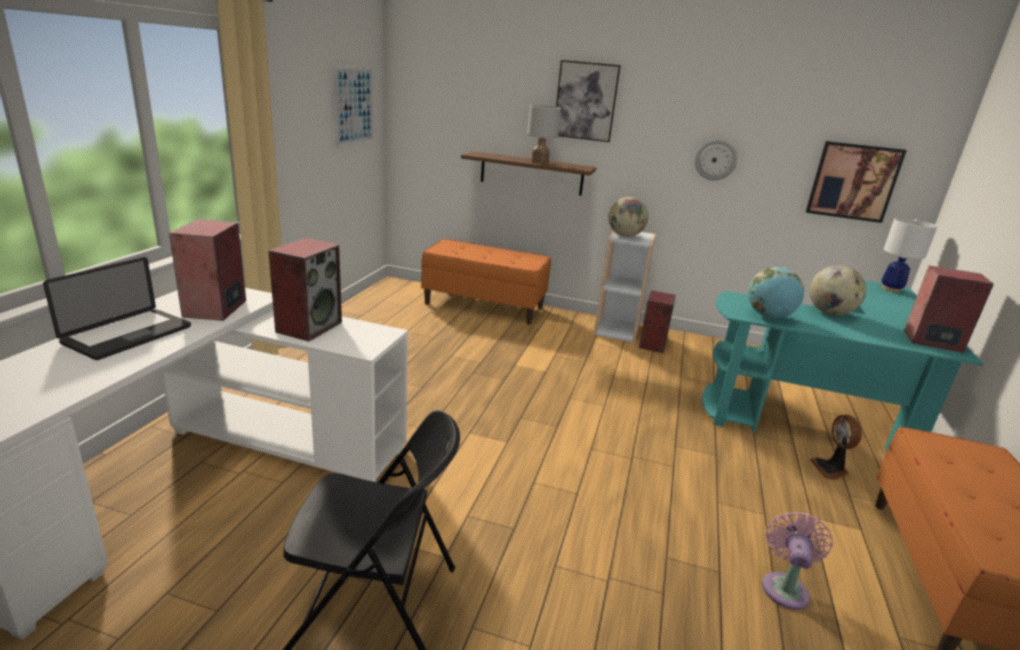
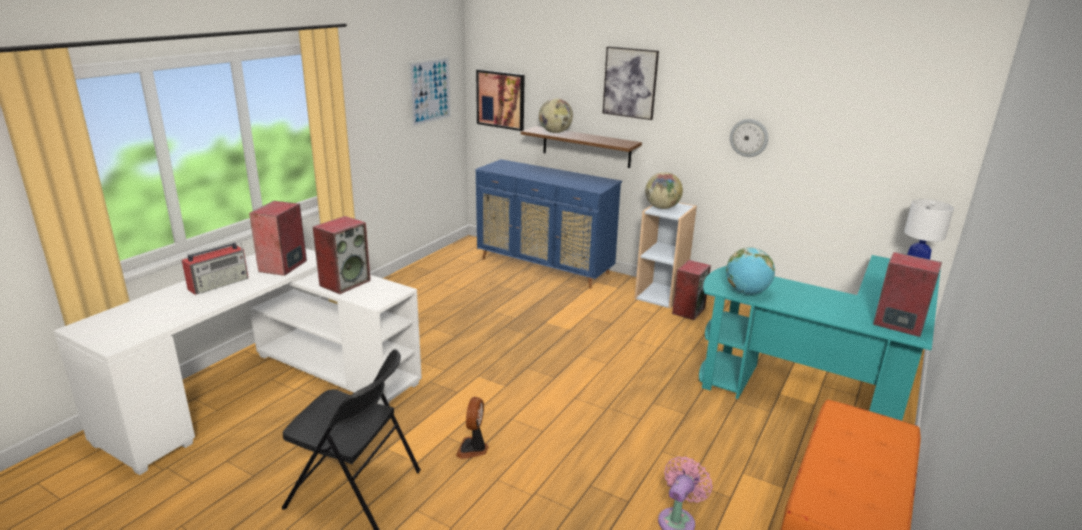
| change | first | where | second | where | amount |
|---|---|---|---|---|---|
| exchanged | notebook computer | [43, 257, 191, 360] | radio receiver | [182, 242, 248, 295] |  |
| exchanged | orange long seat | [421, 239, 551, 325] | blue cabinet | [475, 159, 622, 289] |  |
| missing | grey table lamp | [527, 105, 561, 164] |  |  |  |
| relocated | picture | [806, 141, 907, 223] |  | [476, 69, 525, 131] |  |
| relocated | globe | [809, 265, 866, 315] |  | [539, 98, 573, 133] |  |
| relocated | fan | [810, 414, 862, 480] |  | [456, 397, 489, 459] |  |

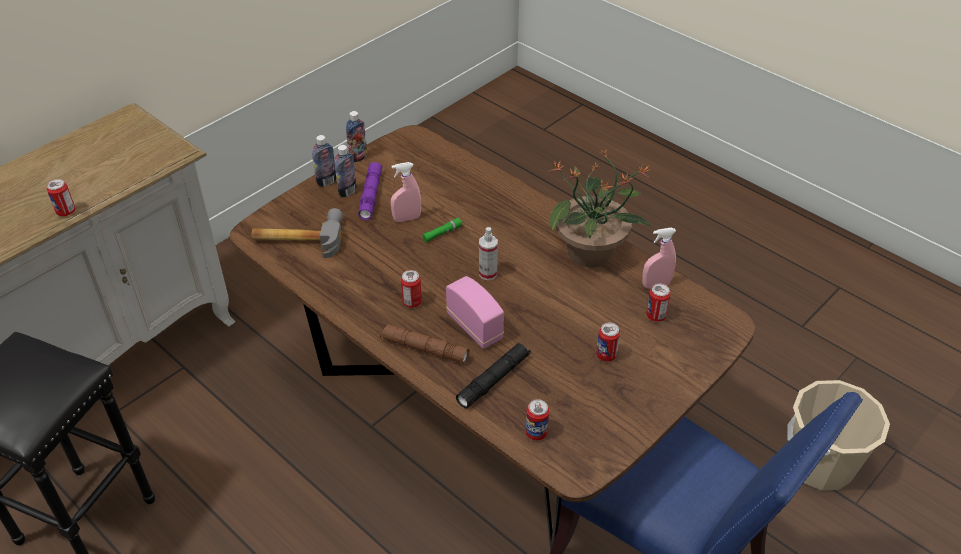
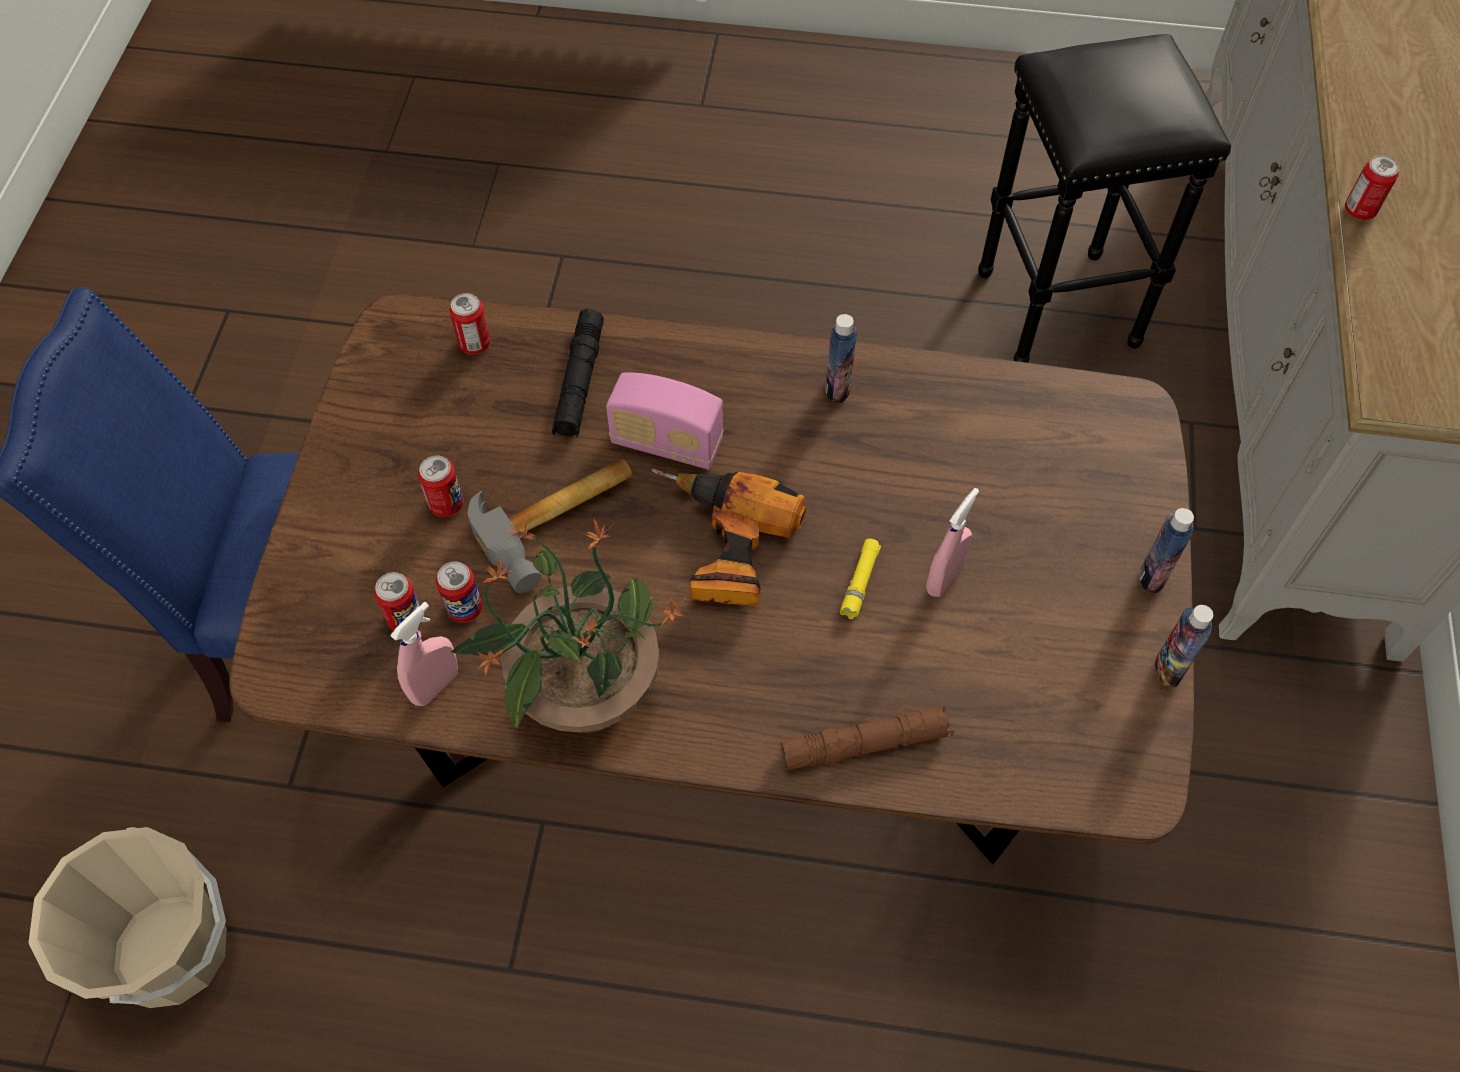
| change | first | where | second | where | amount |
|---|---|---|---|---|---|
| relocated | tool hammer | [251, 208, 343, 258] |  | [468, 458, 633, 593] |  |
| relocated | bottle | [335, 145, 357, 197] |  | [825, 314, 857, 403] |  |
| missing | purple-coloured torch | [358, 162, 382, 220] |  |  |  |
| relocated | brown-coloured torch | [380, 323, 469, 364] |  | [780, 706, 954, 770] |  |
| relocated | can | [401, 270, 422, 308] |  | [436, 561, 482, 623] |  |
| colour | greenish torch | [422, 218, 463, 242] | yellow torch | [840, 539, 881, 619] |  |
| exchanged | spray bottle | [479, 227, 498, 280] | power drill | [651, 469, 806, 606] |  |

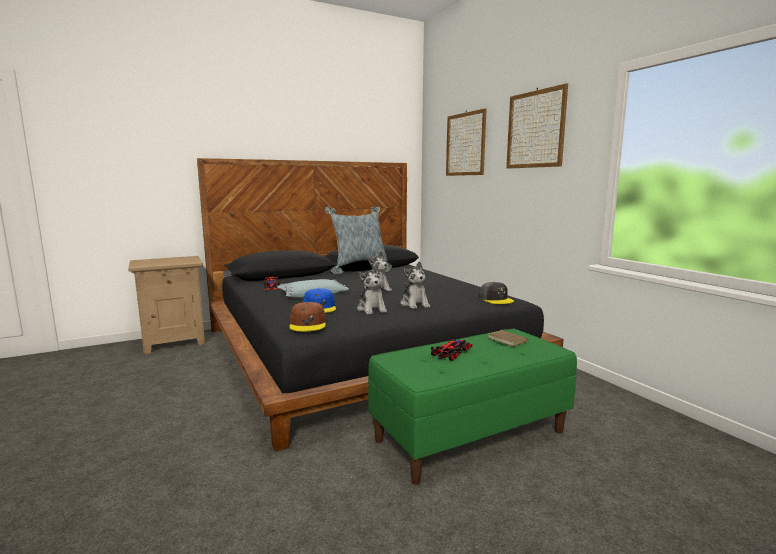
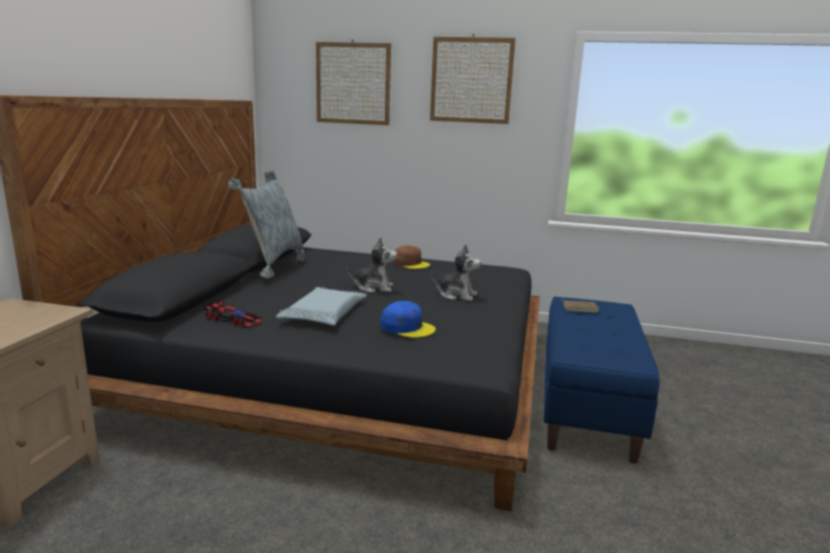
| change | first | where | second | where | amount |
|---|---|---|---|---|---|
| relocated | brown-coloured baseball cap | [289, 302, 325, 331] |  | [392, 245, 430, 269] |  |
| missing | cuddly toy | [357, 265, 387, 315] |  |  |  |
| colour | greenish long seat | [368, 329, 577, 485] | blue long seat | [544, 296, 660, 464] |  |
| missing | toy car | [431, 339, 473, 361] |  |  |  |
| missing | grey baseball cap | [479, 282, 514, 304] |  |  |  |

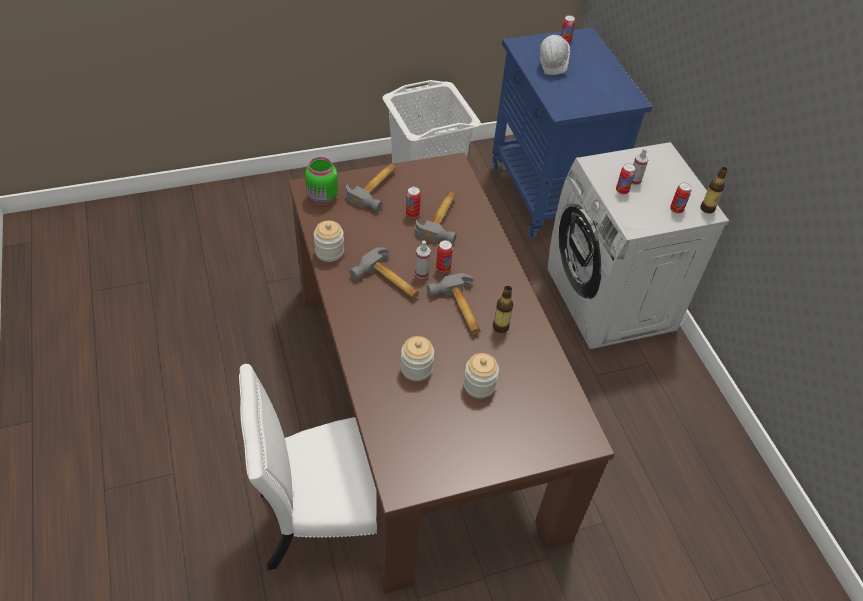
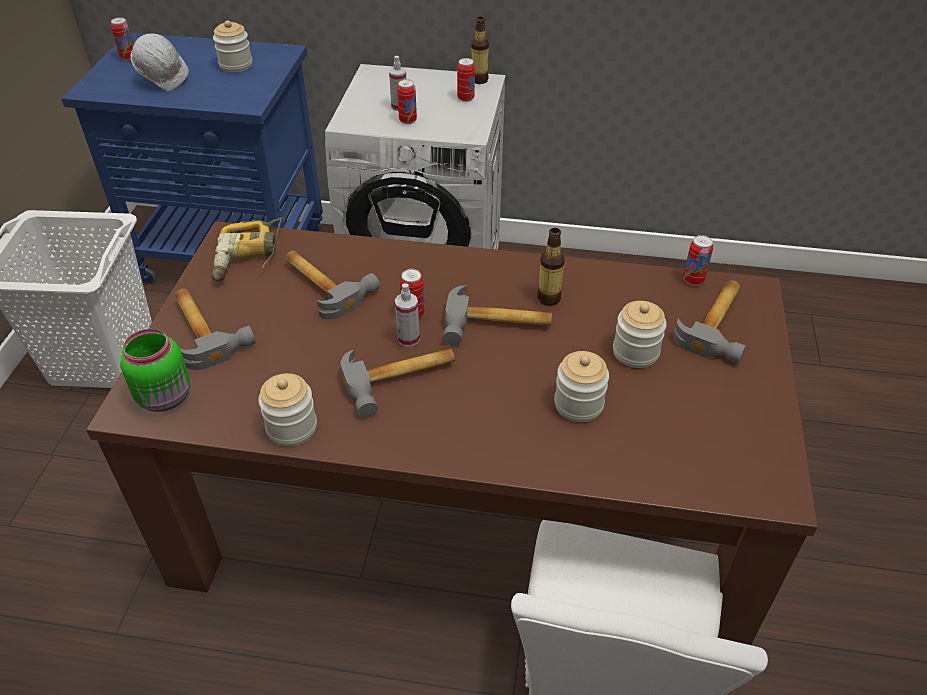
| change | first | where | second | where | amount |
|---|---|---|---|---|---|
| relocated | can | [406, 187, 421, 218] |  | [683, 235, 713, 286] |  |
| appeared |  |  | power drill | [212, 217, 285, 281] |  |
| appeared |  |  | preserve jar | [213, 20, 252, 73] |  |
| appeared |  |  | tool hammer | [673, 280, 746, 364] |  |

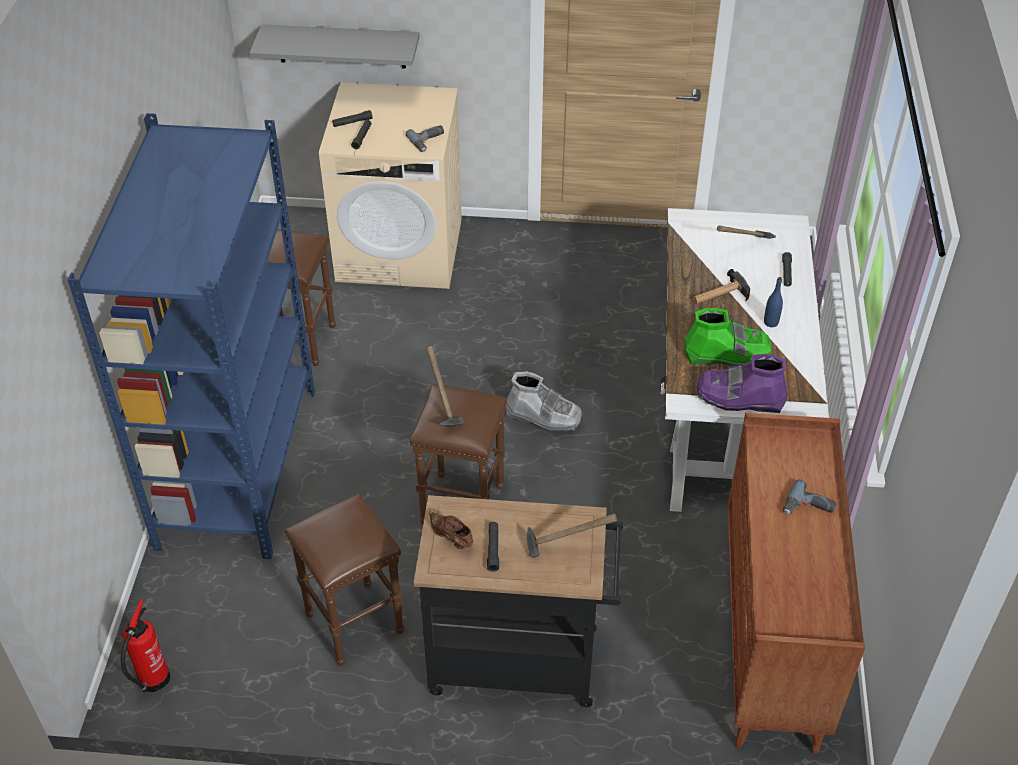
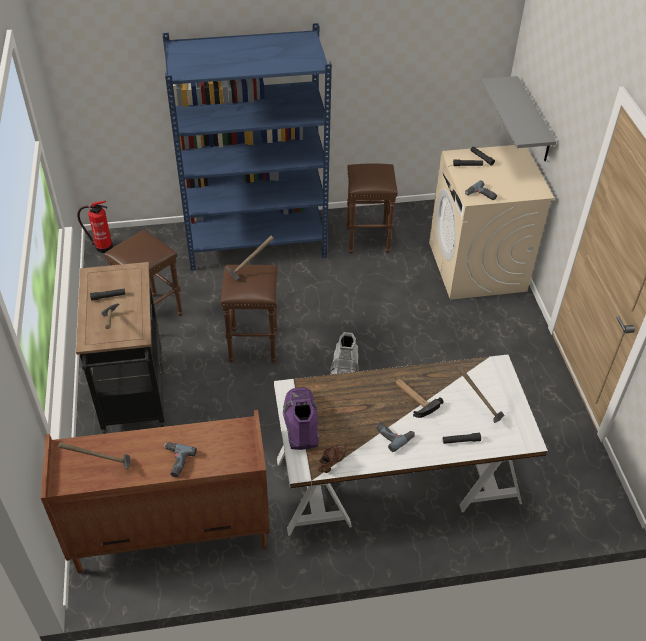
| change | first | where | second | where | amount |
|---|---|---|---|---|---|
| relocated | brown-coloured low shoe | [429, 511, 473, 549] |  | [317, 442, 347, 473] |  |
| missing | greenish tall boot | [685, 308, 771, 366] |  |  |  |
| exchanged | blue bottle | [764, 277, 783, 327] | power drill | [376, 422, 415, 452] |  |
| appeared |  |  | tool hammer | [58, 442, 131, 469] |  |

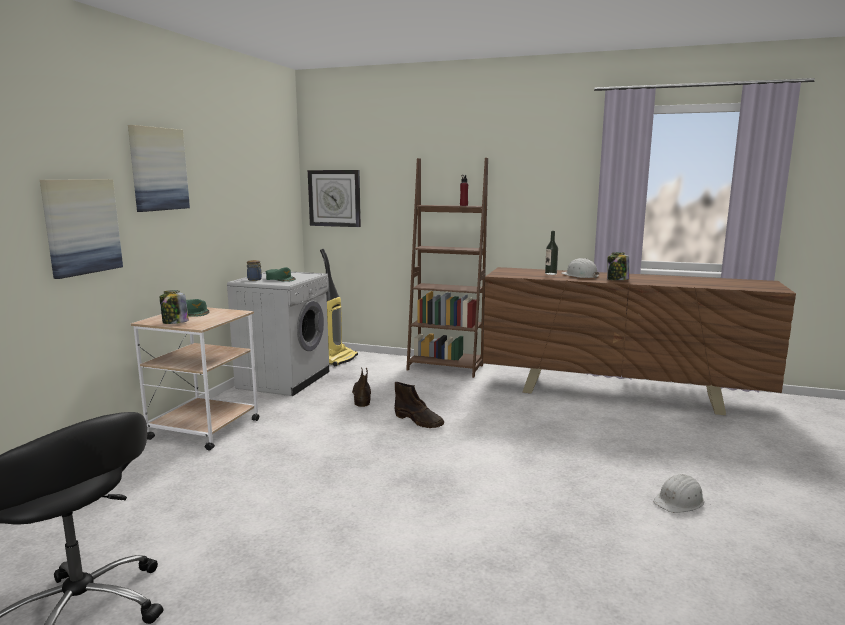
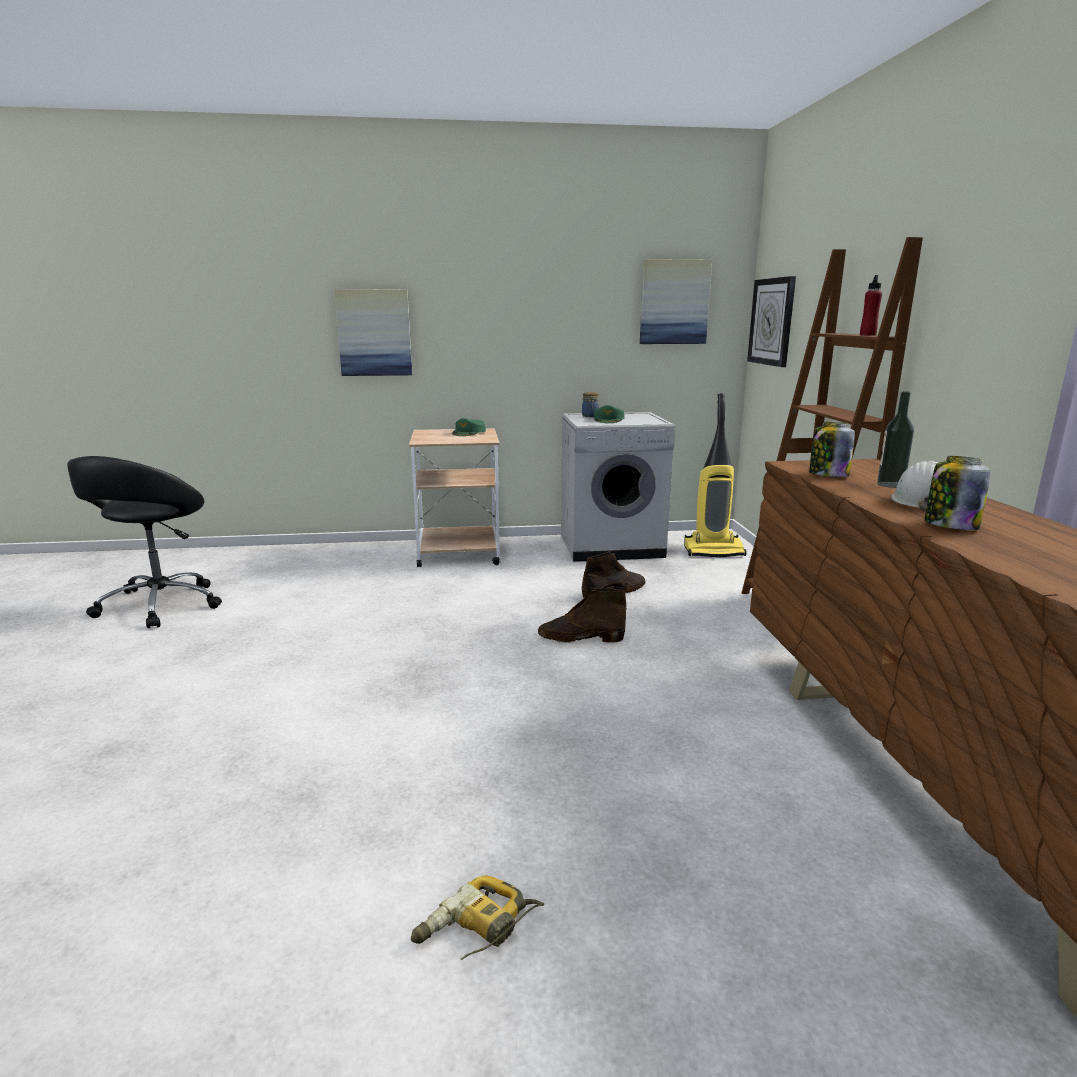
| change | first | where | second | where | amount |
|---|---|---|---|---|---|
| relocated | picture | [128, 125, 190, 212] |  | [640, 259, 712, 344] |  |
| relocated | preserve jar | [160, 290, 189, 324] |  | [809, 422, 855, 477] |  |
| spun | brown-coloured tall boot | [395, 382, 444, 428] |  | [538, 588, 626, 643] | 75 degrees clockwise |
| exchanged | white safety helmet | [653, 474, 704, 513] | power drill | [411, 876, 544, 960] |  |

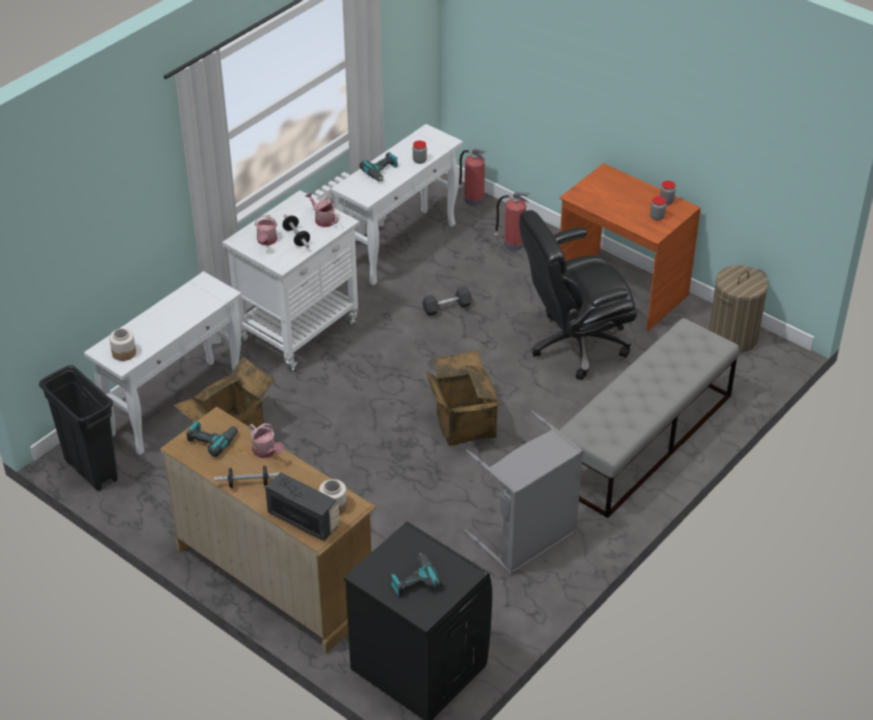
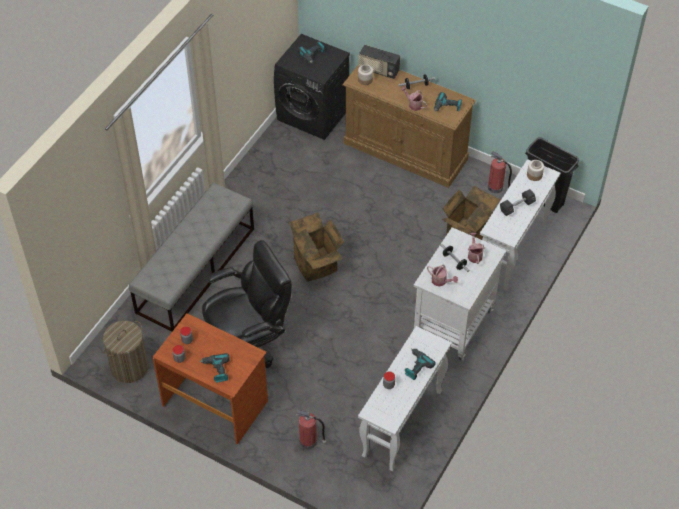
| change | first | where | second | where | amount |
|---|---|---|---|---|---|
| relocated | grey free weight | [423, 286, 472, 316] |  | [500, 189, 536, 216] |  |
| relocated | fire extinguisher | [458, 149, 486, 206] |  | [488, 151, 512, 193] |  |
| missing | grey washing basket | [465, 411, 583, 575] |  |  |  |
| appeared |  |  | power drill | [199, 353, 230, 383] |  |

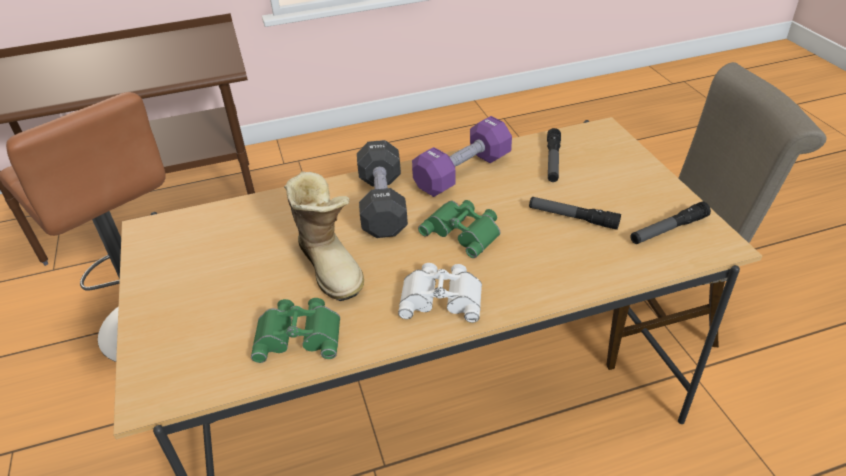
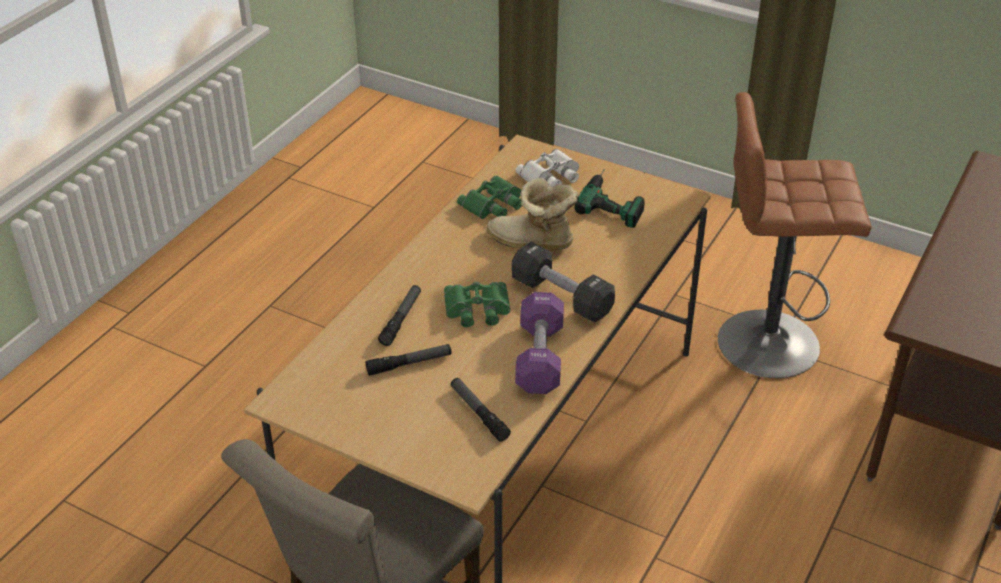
| change | first | where | second | where | amount |
|---|---|---|---|---|---|
| relocated | white binoculars | [398, 263, 482, 323] |  | [515, 149, 579, 187] |  |
| relocated | torch | [630, 201, 711, 244] |  | [378, 285, 421, 346] |  |
| appeared |  |  | power drill | [574, 169, 645, 228] |  |

